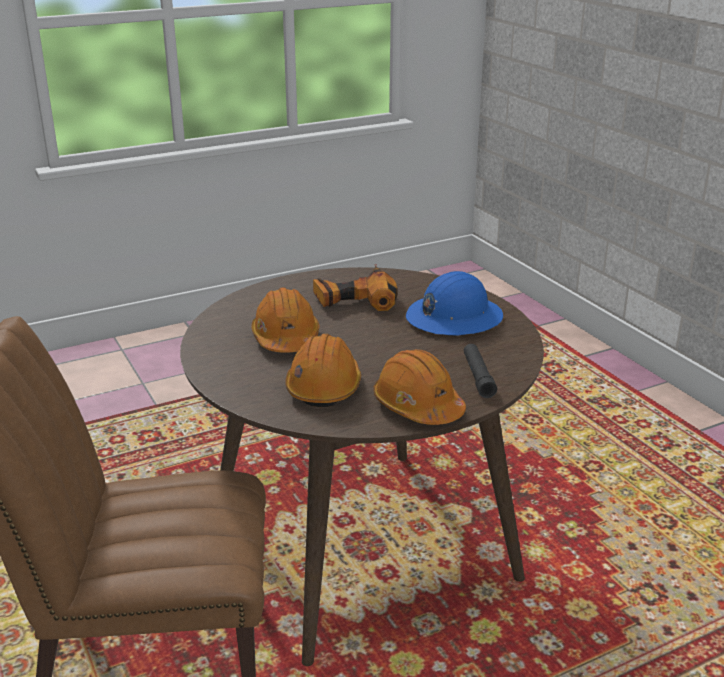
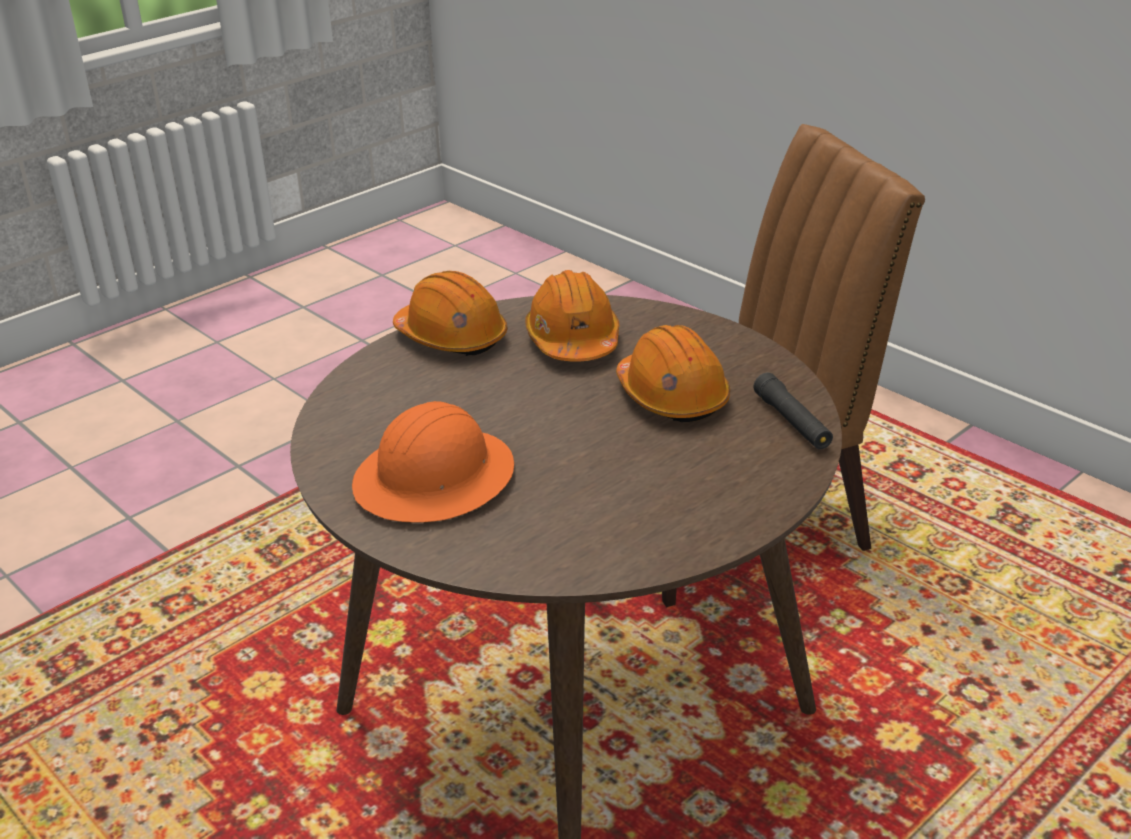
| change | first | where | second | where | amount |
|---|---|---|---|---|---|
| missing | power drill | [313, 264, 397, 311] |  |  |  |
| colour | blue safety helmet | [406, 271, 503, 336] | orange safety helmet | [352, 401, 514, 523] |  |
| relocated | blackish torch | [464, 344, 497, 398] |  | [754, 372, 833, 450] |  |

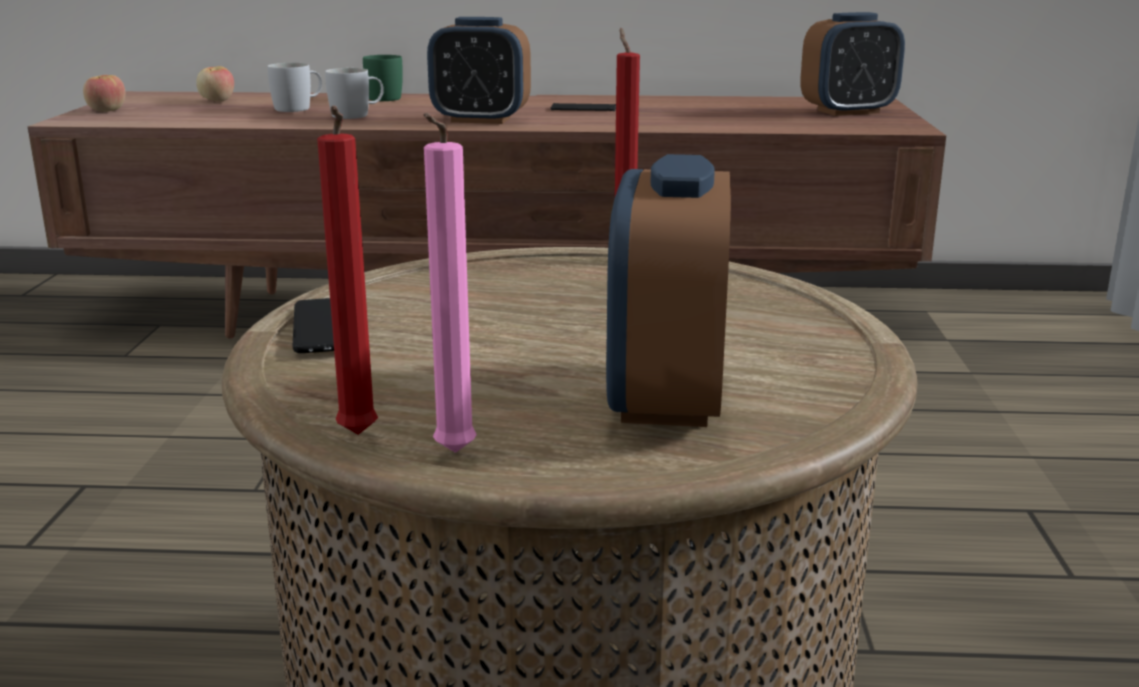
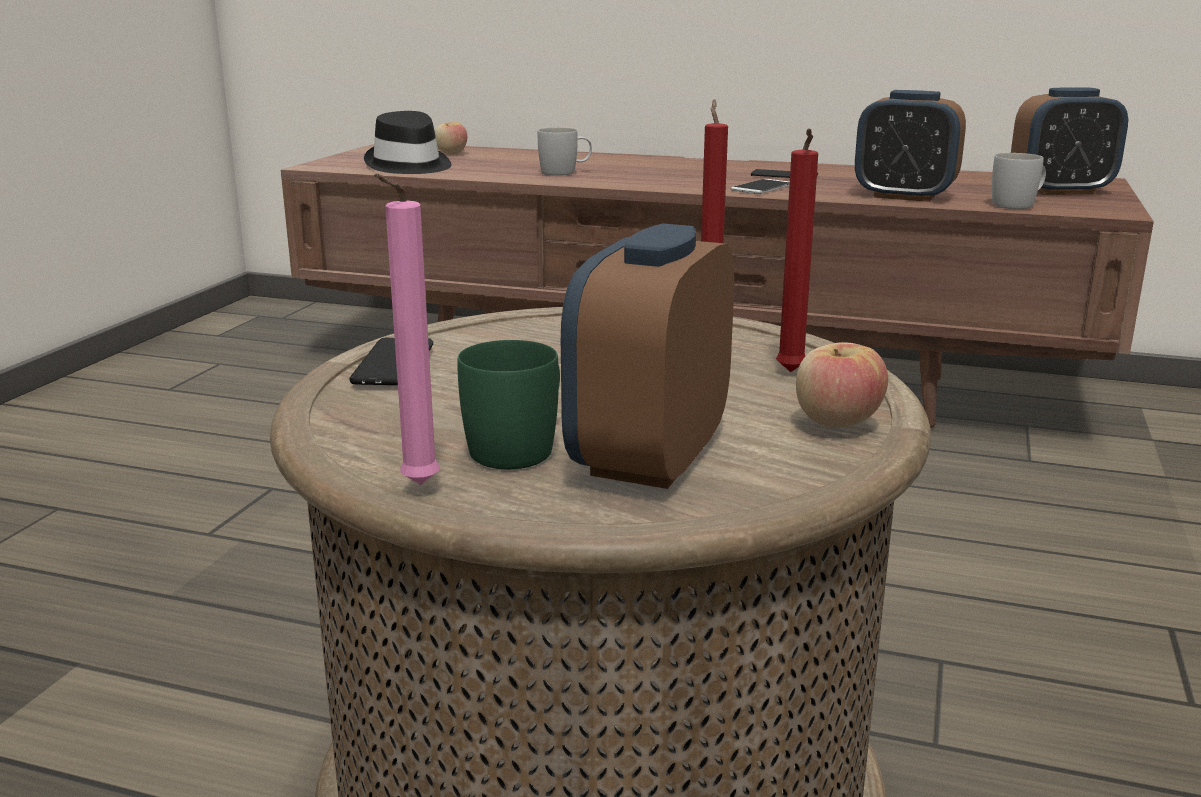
| change | first | where | second | where | amount |
|---|---|---|---|---|---|
| relocated | apple fruit | [83, 75, 125, 112] |  | [796, 342, 888, 428] |  |
| relocated | white mug | [267, 63, 322, 112] |  | [992, 153, 1046, 209] |  |
| relocated | red wax light | [317, 105, 378, 435] |  | [776, 128, 818, 372] |  |
| relocated | greenish mug | [363, 55, 403, 101] |  | [457, 340, 560, 469] |  |
| relocated | table clock | [427, 17, 531, 124] |  | [855, 90, 966, 202] |  |
| appeared |  |  | blackish hat | [364, 111, 452, 174] |  |
| appeared |  |  | telephone | [731, 179, 790, 194] |  |

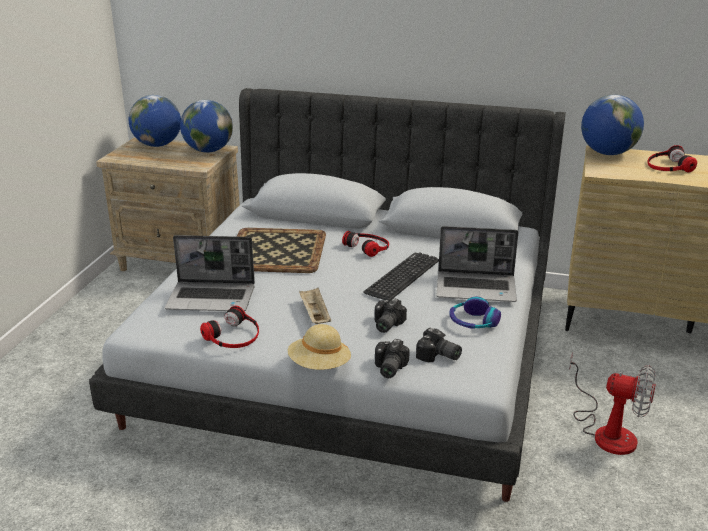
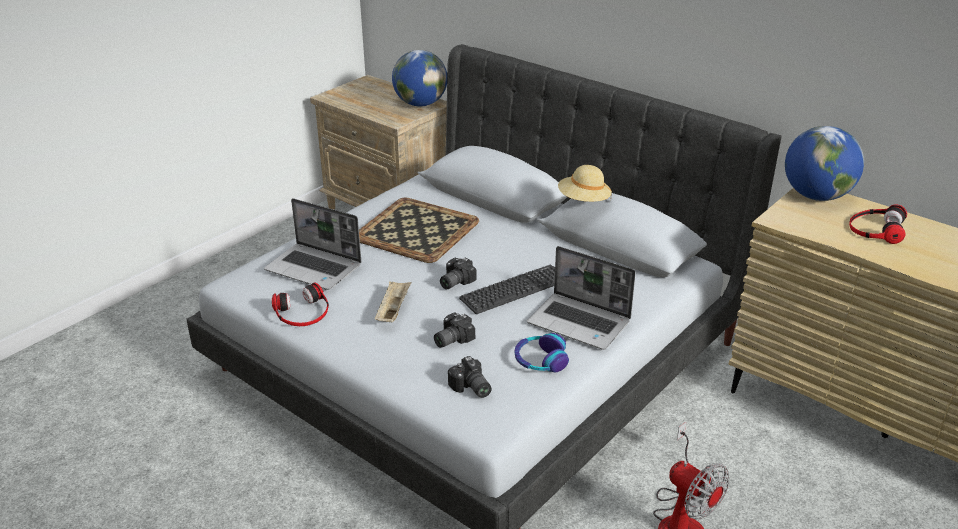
| change | first | where | second | where | amount |
|---|---|---|---|---|---|
| missing | globe | [129, 95, 181, 147] |  |  |  |
| relocated | beige hat | [288, 324, 351, 370] |  | [558, 165, 612, 202] |  |
| missing | headset | [342, 231, 389, 257] |  |  |  |
| relocated | still camera | [375, 339, 410, 378] |  | [440, 257, 477, 289] |  |

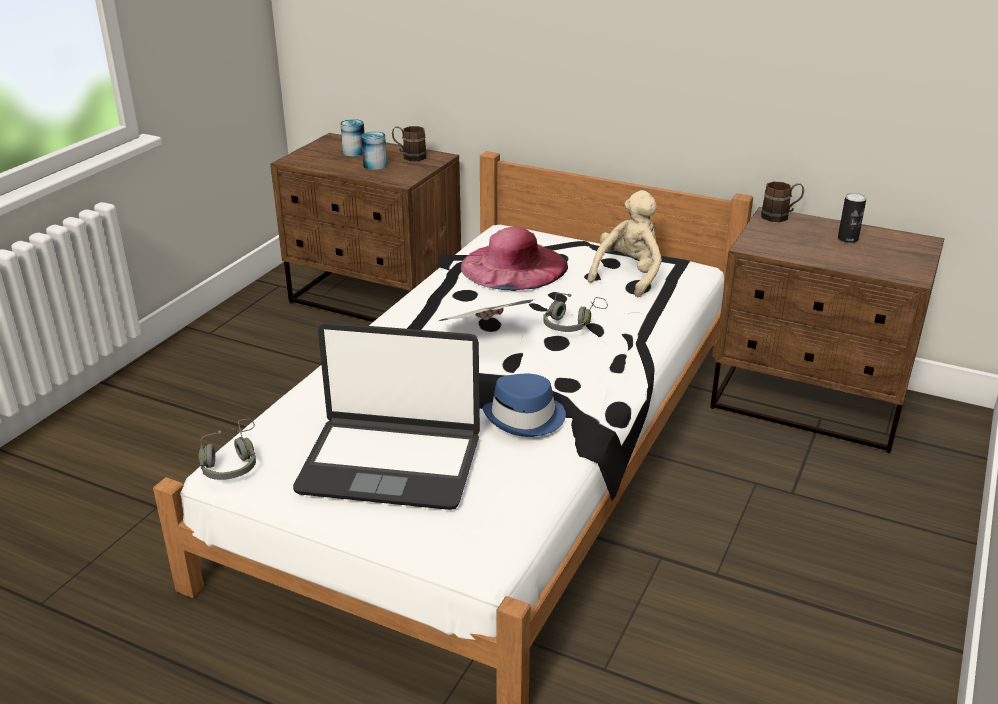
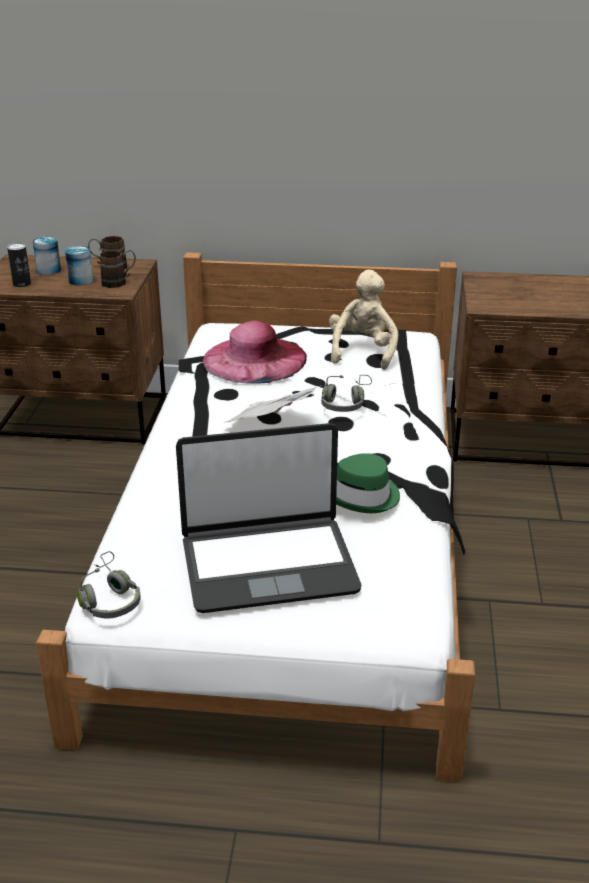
| change | first | where | second | where | amount |
|---|---|---|---|---|---|
| colour | blue hat | [483, 374, 566, 437] | greenish hat | [336, 453, 400, 513] |  |
| relocated | brown-coloured mug | [761, 182, 804, 222] |  | [100, 250, 136, 288] |  |
| relocated | can | [838, 193, 866, 243] |  | [7, 243, 31, 288] |  |

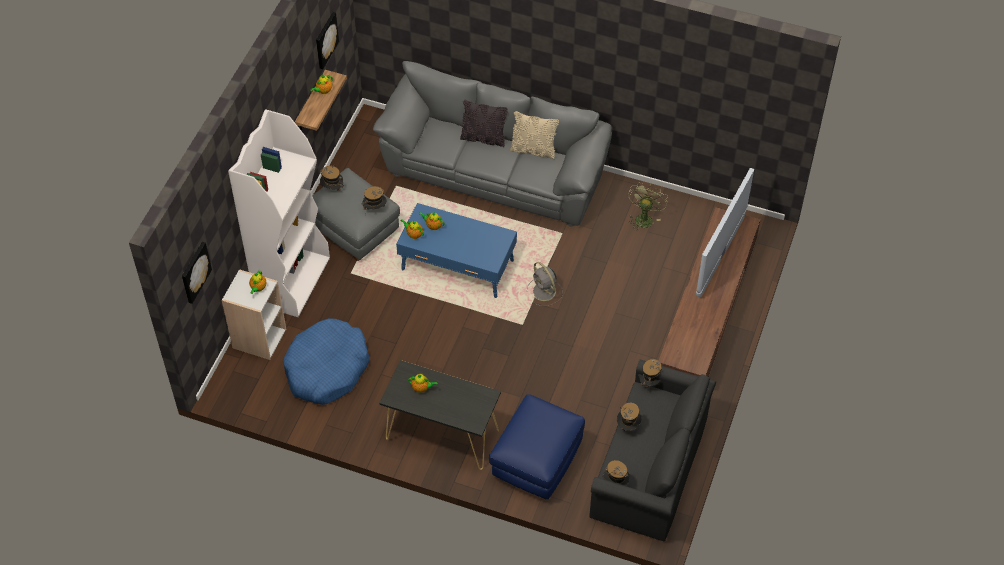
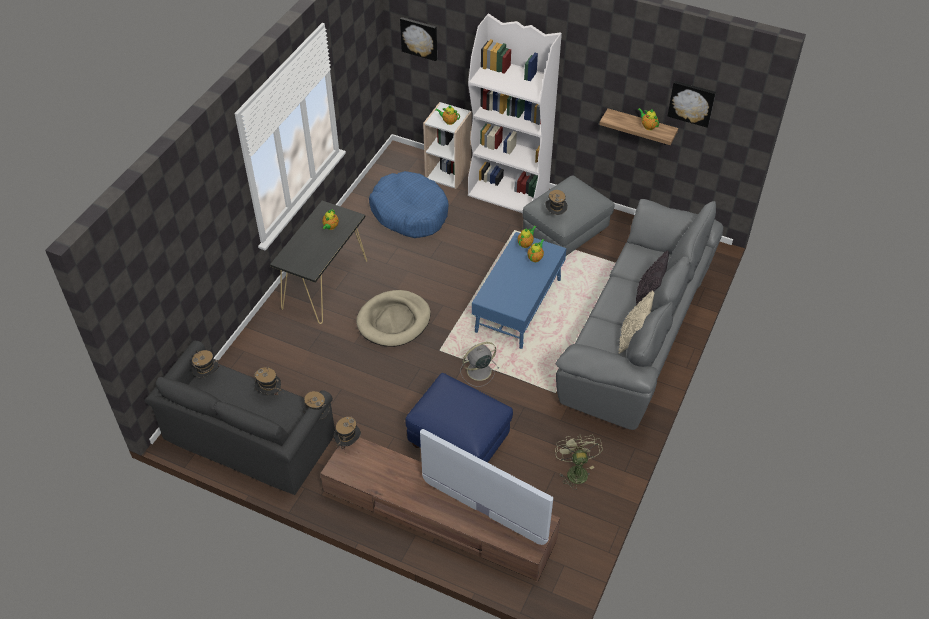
| change | first | where | second | where | amount |
|---|---|---|---|---|---|
| relocated | hat | [320, 165, 345, 191] |  | [334, 416, 361, 449] |  |
| relocated | blue ottoman | [489, 394, 585, 499] |  | [405, 373, 513, 463] |  |
| spun | greenish fan | [628, 183, 668, 231] |  | [555, 434, 602, 490] | 120 degrees counterclockwise |
| appeared |  |  | beige dog cushion | [356, 290, 431, 347] |  |

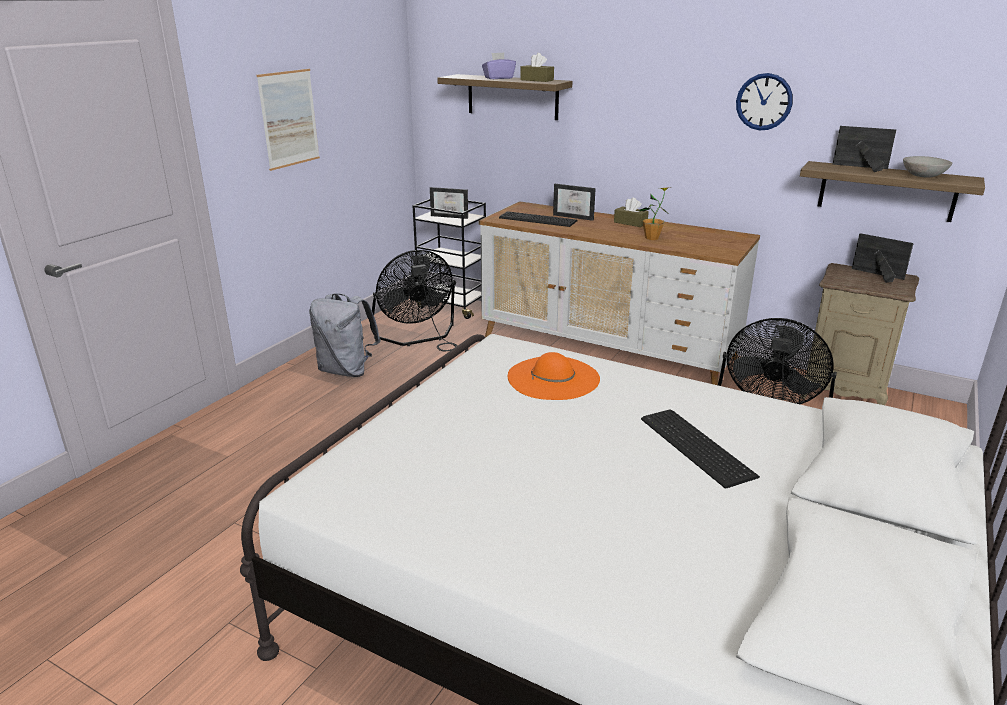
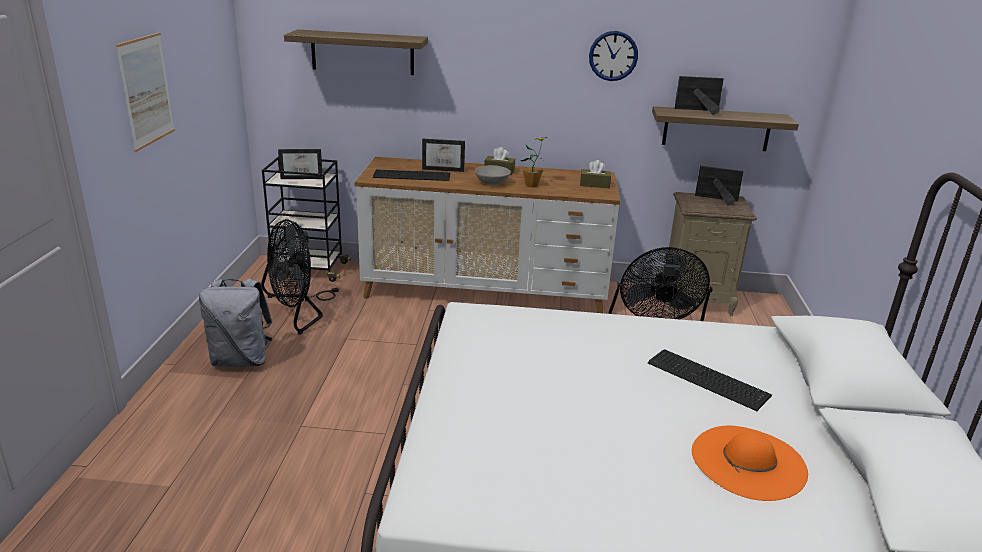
| change | first | where | second | where | amount |
|---|---|---|---|---|---|
| spun | blackish fan | [370, 250, 457, 351] |  | [261, 219, 340, 335] | 75 degrees counterclockwise |
| missing | purple-coloured tissue box | [482, 52, 516, 79] |  |  |  |
| relocated | orange hat | [508, 352, 600, 400] |  | [692, 426, 808, 501] |  |
| relocated | brown-coloured tissue box | [520, 53, 554, 82] |  | [580, 160, 611, 188] |  |
| relocated | grey serving bowl | [903, 156, 952, 178] |  | [475, 165, 511, 185] |  |

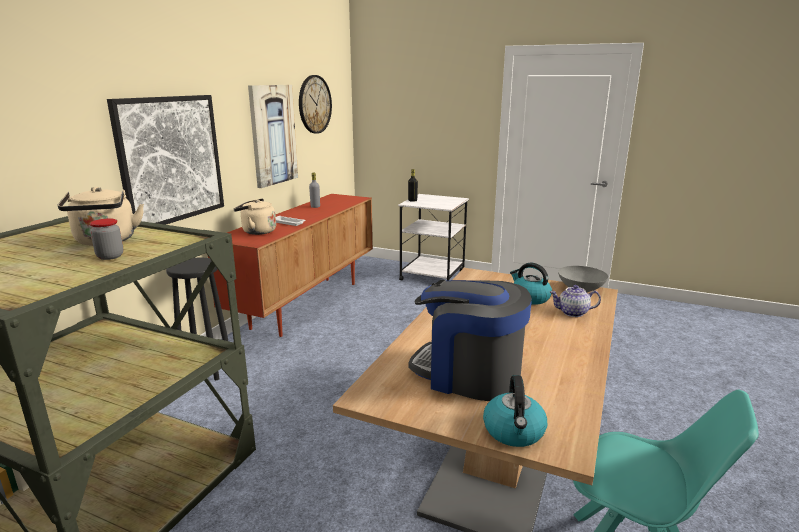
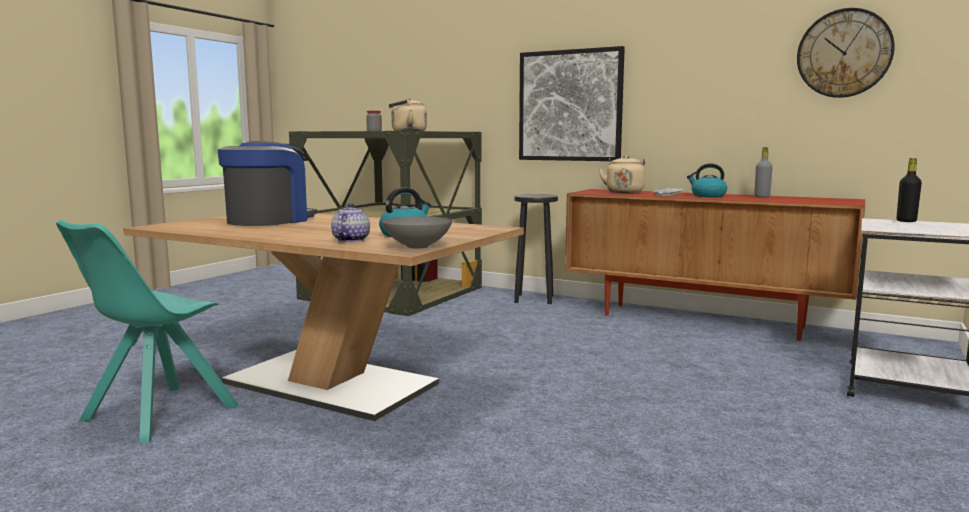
| change | first | where | second | where | amount |
|---|---|---|---|---|---|
| missing | picture | [248, 85, 298, 188] |  |  |  |
| relocated | kettle | [483, 375, 547, 447] |  | [687, 163, 727, 197] |  |

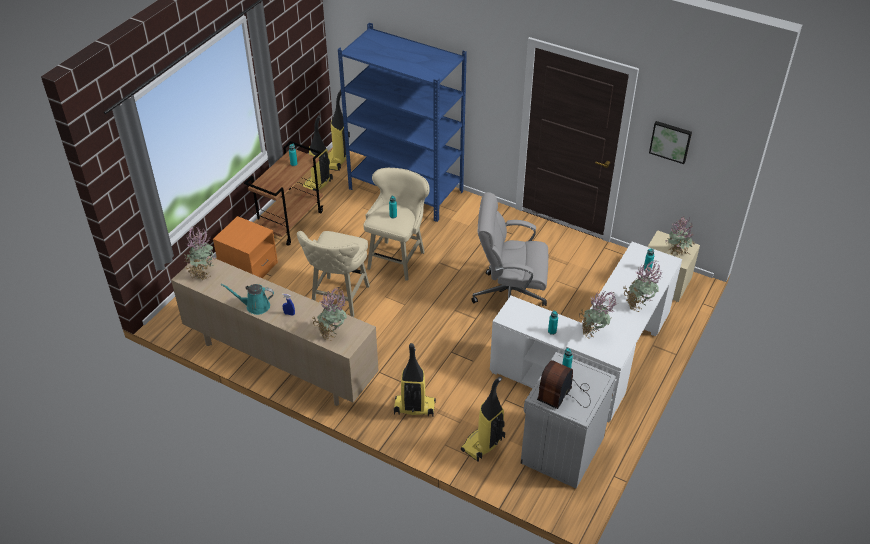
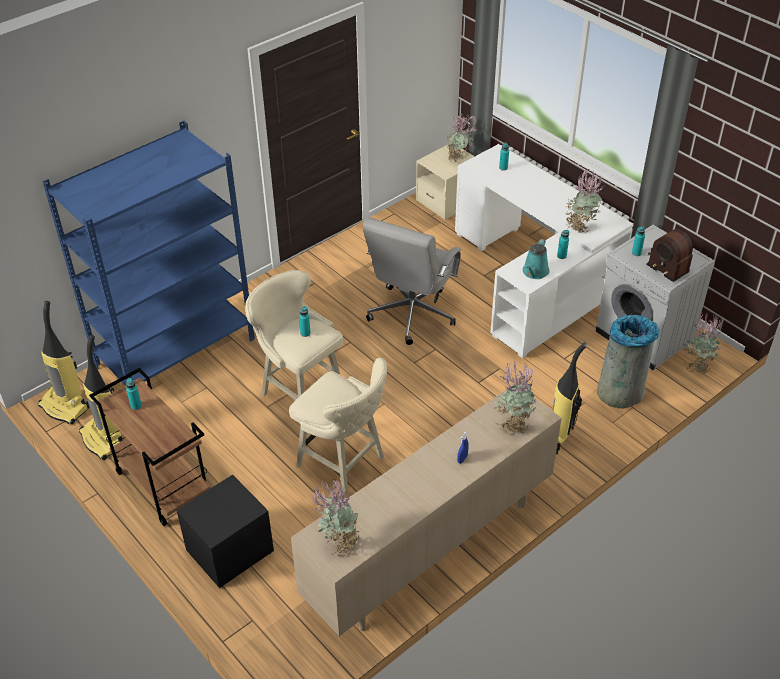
| change | first | where | second | where | amount |
|---|---|---|---|---|---|
| colour | orange bedside table | [213, 216, 278, 278] | blackish bedside table | [176, 475, 274, 588] |  |
| relocated | blue-green sprinkling can | [221, 284, 274, 315] |  | [523, 239, 549, 279] |  |
| exchanged | vacuum | [461, 377, 505, 462] | grey trash can | [597, 315, 660, 408] |  |
| relocated | potted plant | [624, 261, 663, 312] |  | [683, 313, 722, 373] |  |
| missing | picture | [649, 121, 692, 164] |  |  |  |

